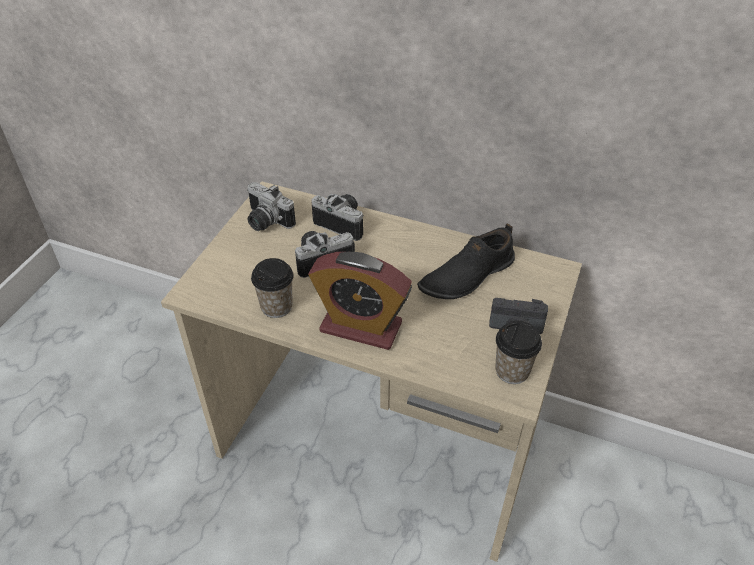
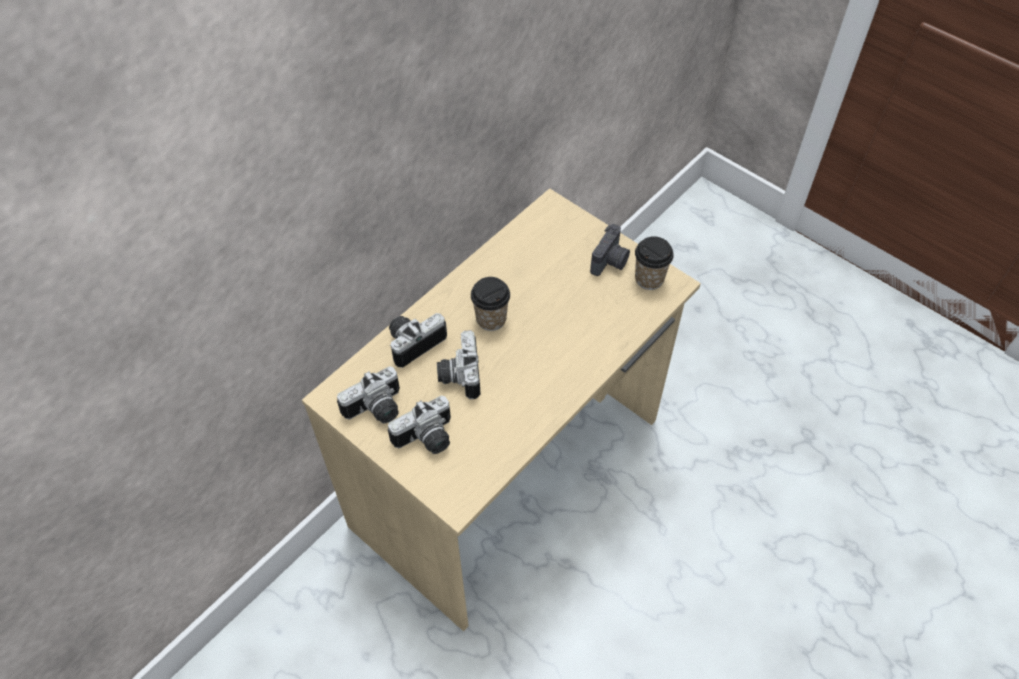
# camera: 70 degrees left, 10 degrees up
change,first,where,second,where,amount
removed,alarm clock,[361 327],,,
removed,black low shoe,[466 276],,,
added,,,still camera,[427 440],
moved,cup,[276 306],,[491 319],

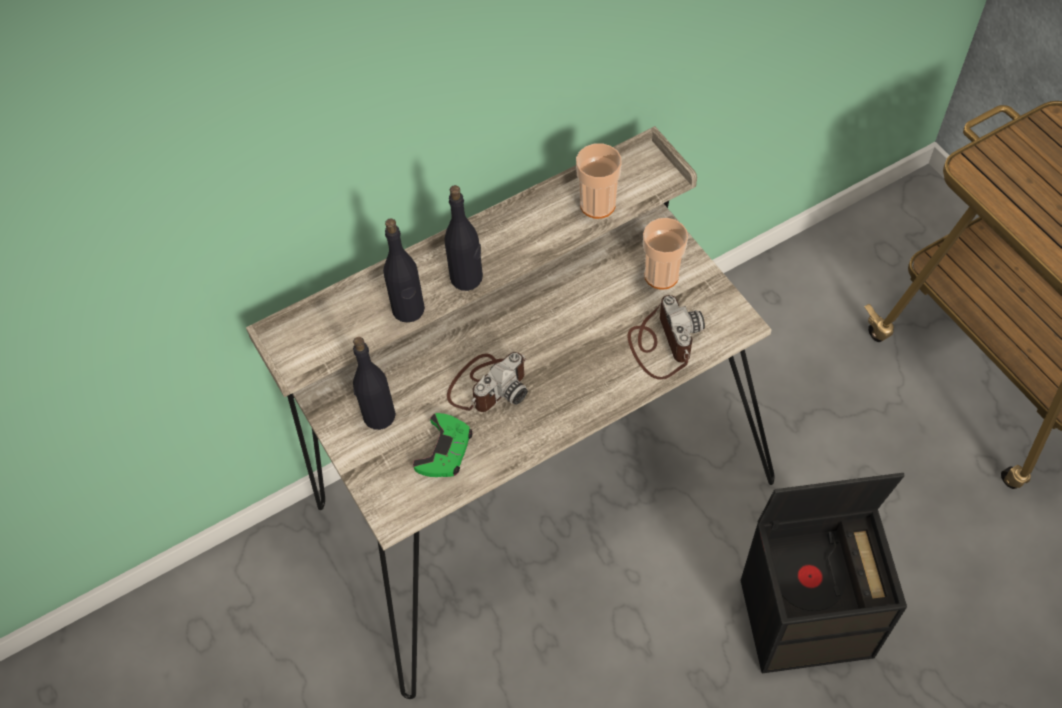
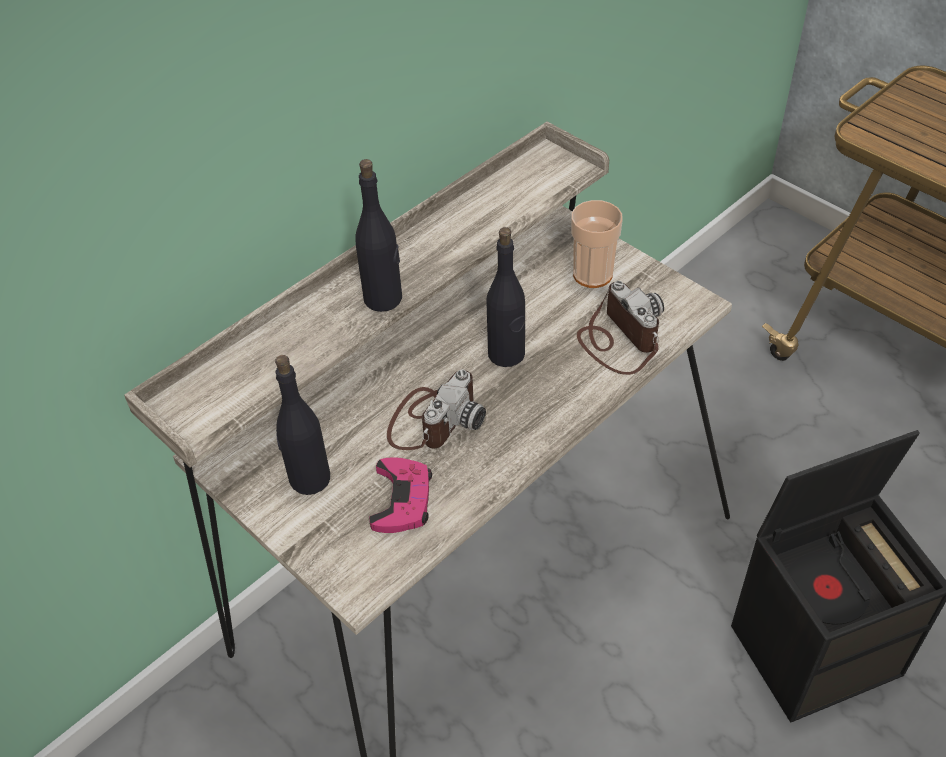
# camera: 15 degrees left, 10 degrees down
change,first,where,second,where,amount
removed,cup,[597 205],,,
moved,black beverage bottle,[408 310],,[506 354],
recoloured,greenish gamepad,[444 450],pink gamepad,[402 500],

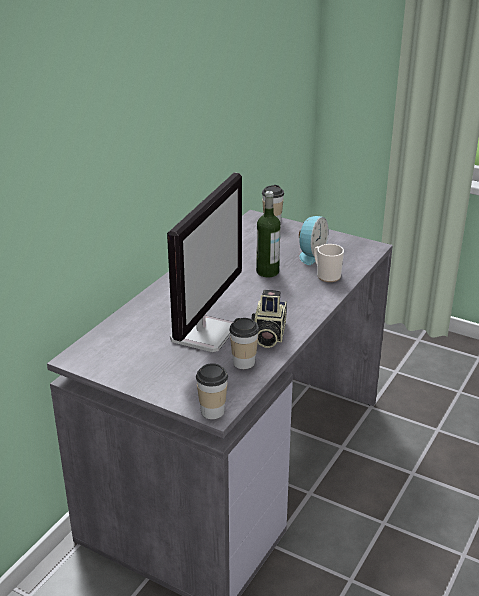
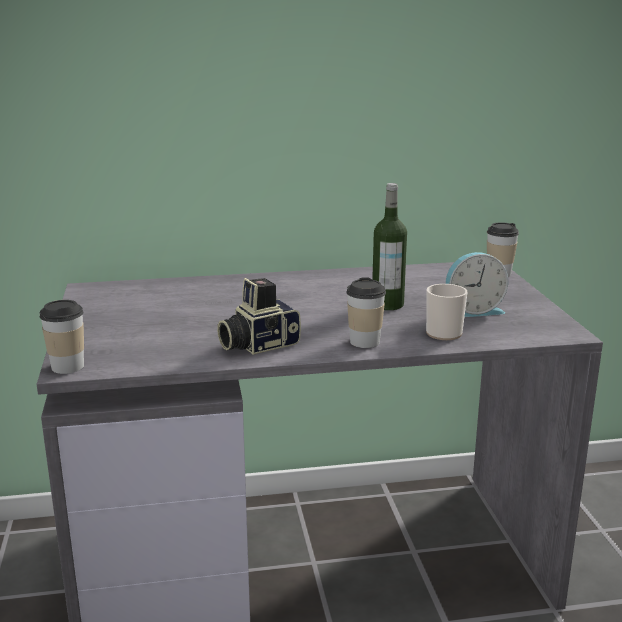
# camera: 50 degrees right, 10 degrees down
change,first,where,second,where,amount
removed,monitor,[203 333],,,
moved,cup,[244 362],,[364 342],

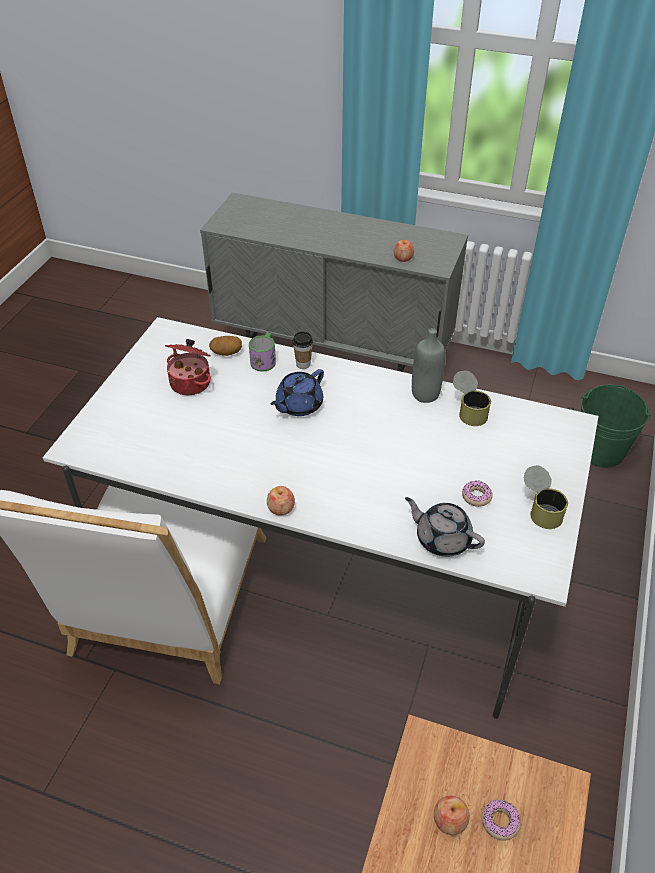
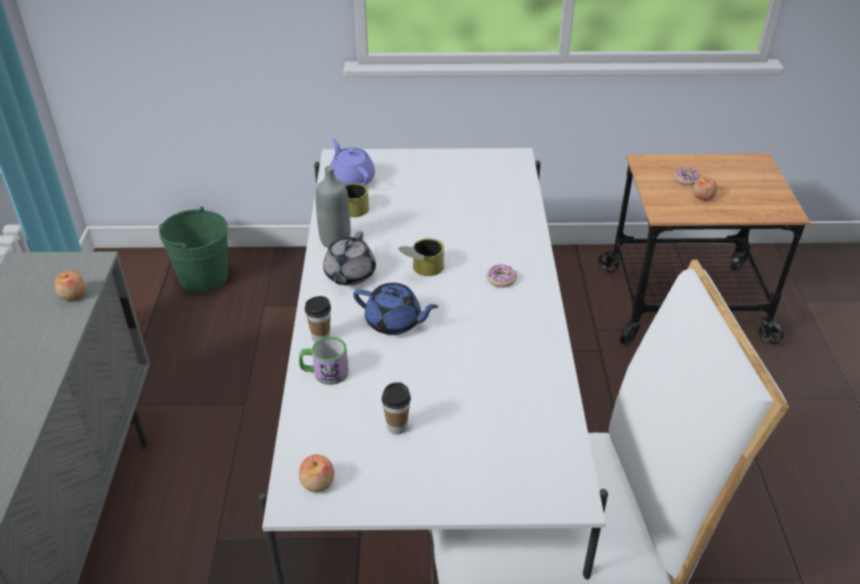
# camera: 110 degrees left, 5 degrees down
change,first,where,second,where,amount
removed,spud,[226 352],,,
added,,,purplish tea pot,[352 179],
moved,apple fruit,[281 508],,[317 482],
moved,grey tea pot,[442 539],,[349 275],
moved,doughnut,[476 496],,[501 279],
moved,metal can,[540 509],,[421 271],
replaced,stockpot,[191 382],cup,[397 427],

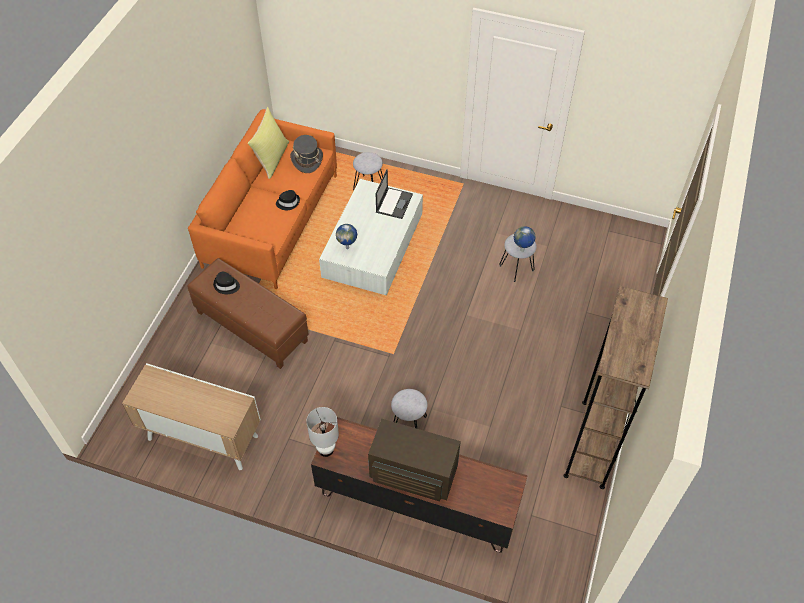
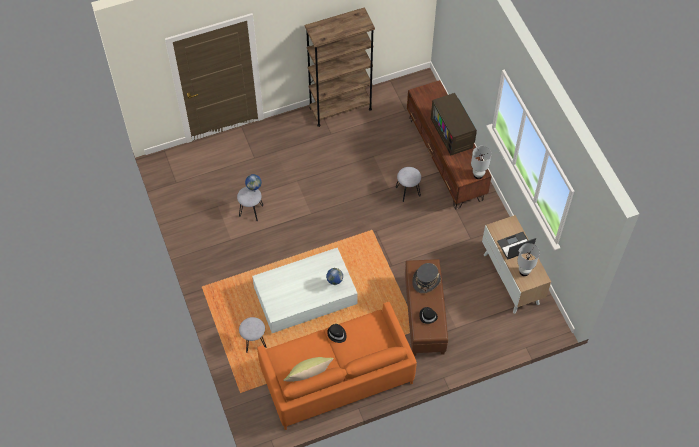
# camera: 130 degrees left, 5 degrees up
change,first,where,second,where,amount
added,,,whitish table lamp,[524 272],
moved,grey wearable hat,[307 160],,[426 281],
moved,notebook computer,[394 203],,[514 246],

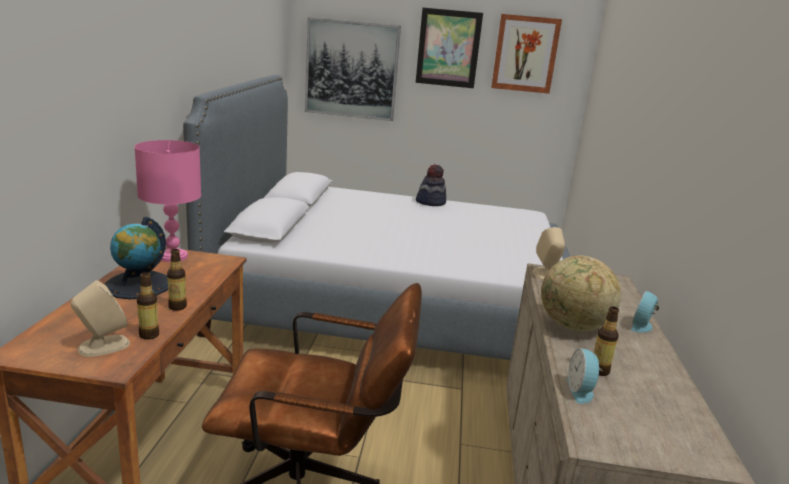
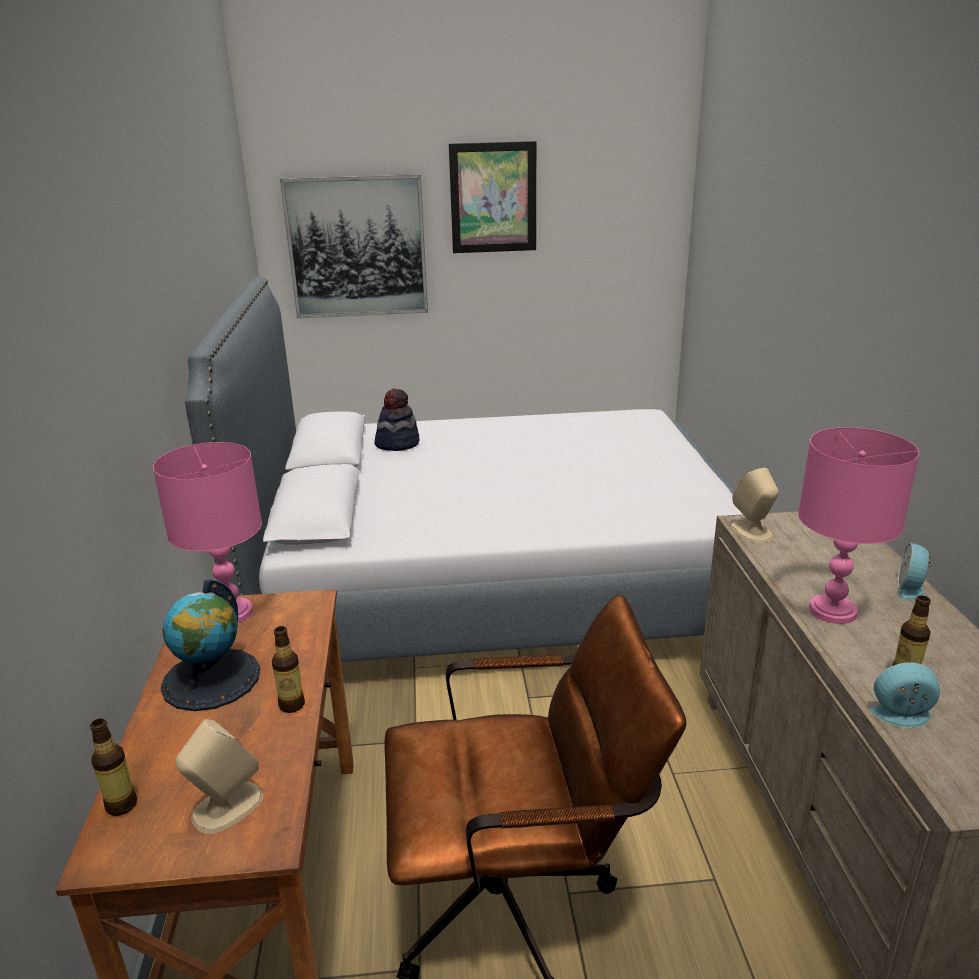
# camera: 10 degrees left, 5 degrees up
change,first,where,second,where,amount
removed,wall picture,[525 54],,,
moved,beverage bottle,[149 335],,[121 805],
moved,wearable hat,[430 202],,[397 443],
replaced,desk globe,[573 327],pink table lamp,[832 611],
turned,alarm clock,[581 391],,[903 717],105 degrees clockwise

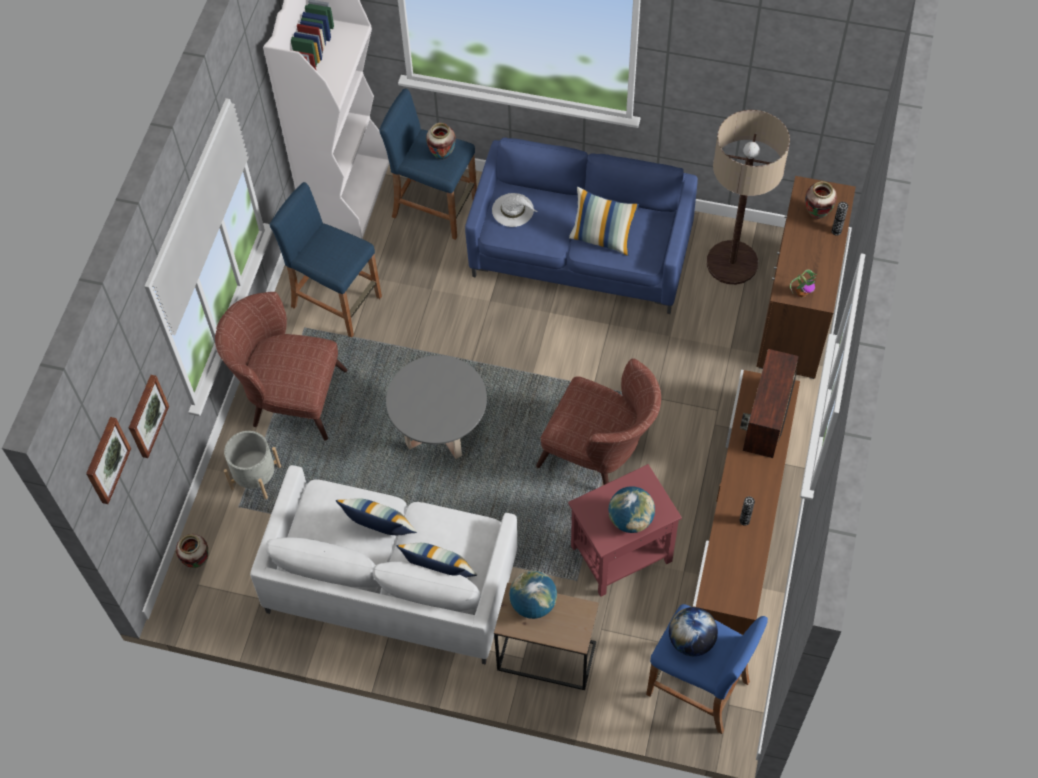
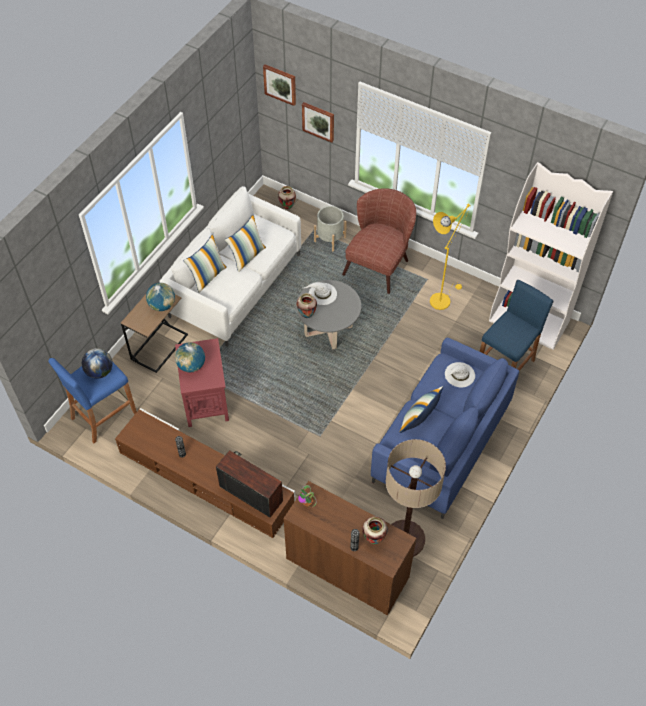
# camera: 105 degrees right, 5 degrees down
change,first,where,second,where,amount
removed,brown armchair,[600 453],,,
added,,,whitish wearable hat,[322 294],
moved,decorative vase,[442 156],,[306 315],
replaced,bluish stool seat,[336 302],yellow floor lamp,[442 298],

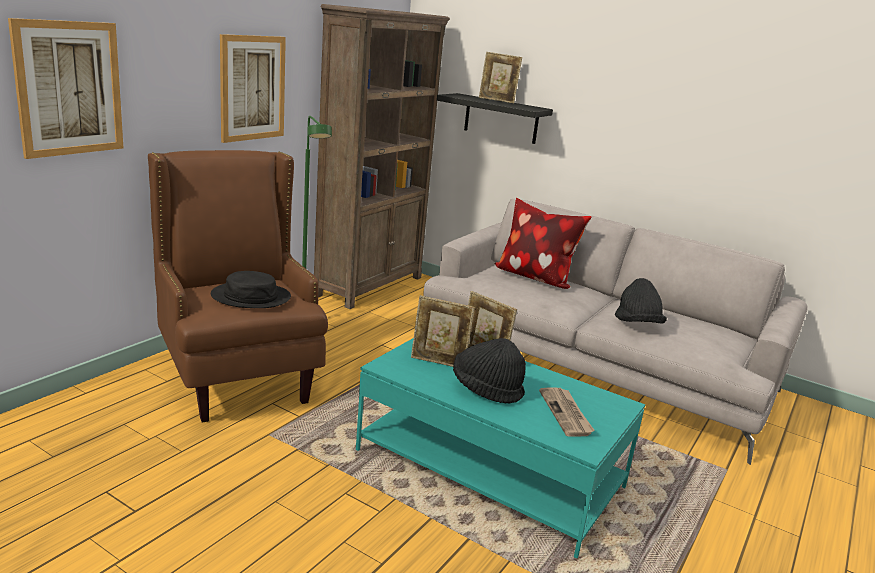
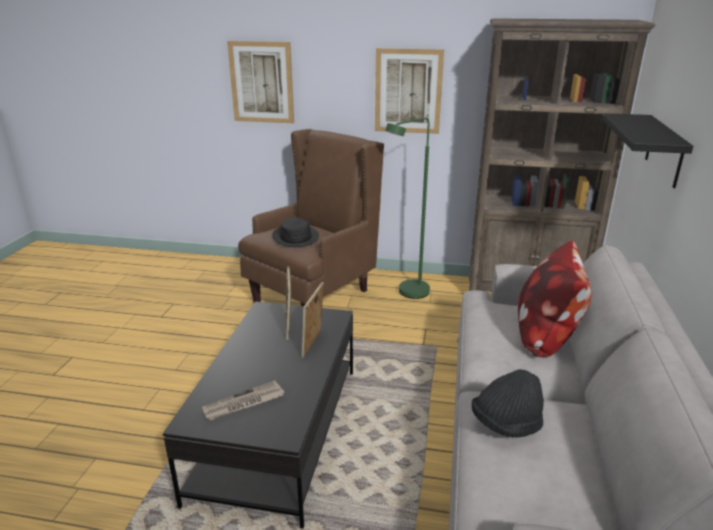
# camera: 70 degrees right, 5 degrees up
change,first,where,second,where,amount
removed,black wearable hat,[486 389],,,
removed,standing frame,[497 100],,,
recoloured,blue-green low table,[489 469],black low table,[278 431],

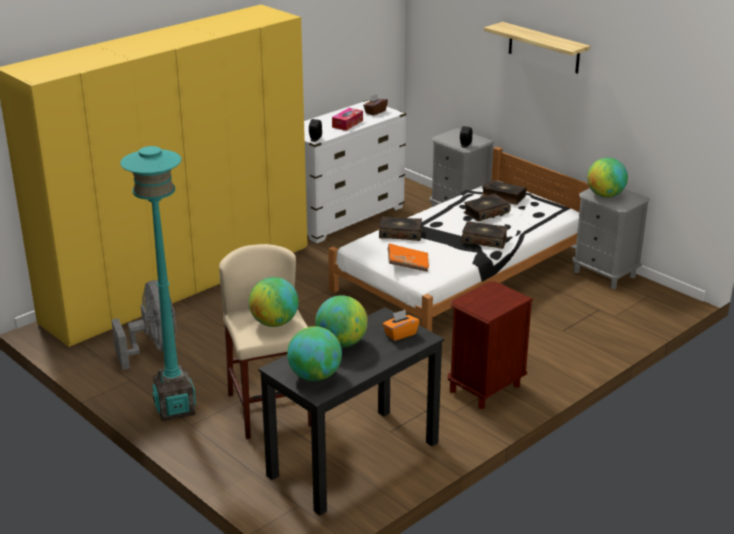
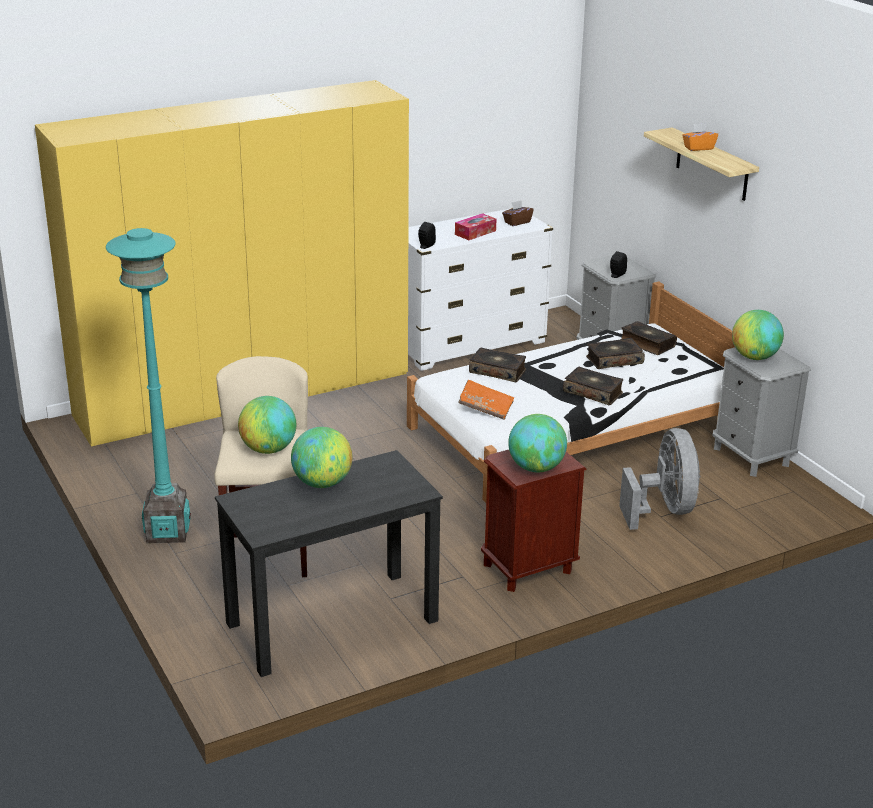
# camera: 15 degrees right, 0 degrees up
change,first,where,second,where,amount
moved,grey electric fan,[153 349],,[664 510],
moved,desk globe,[315 376],,[536 468],
moved,orange tissue holder,[400 334],,[698 148],

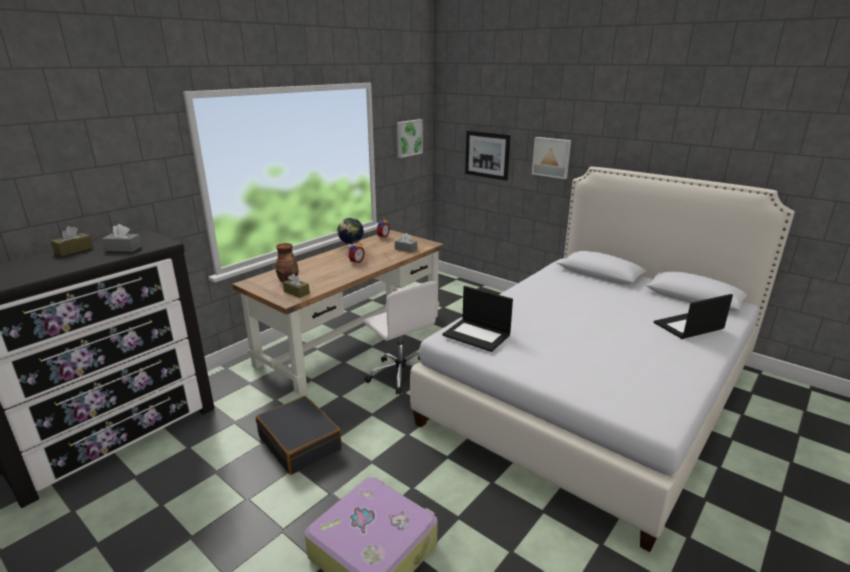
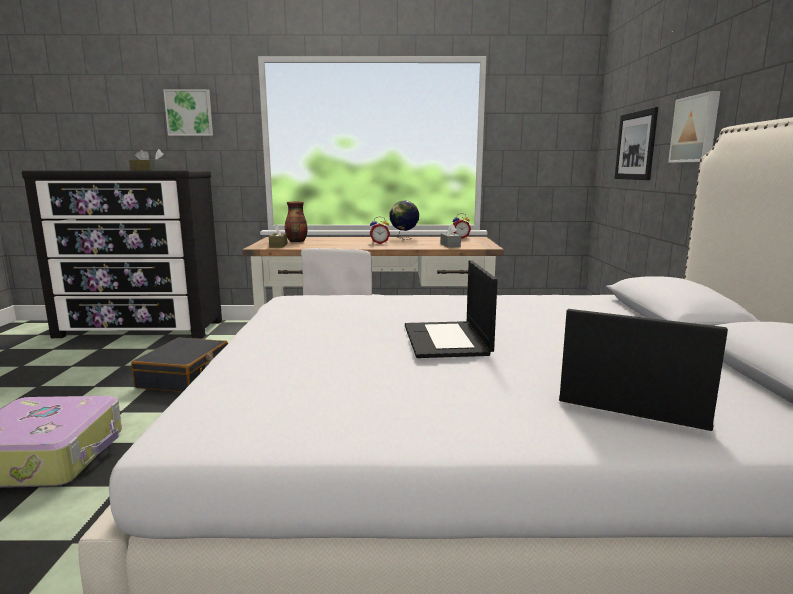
# camera: 50 degrees right, 10 degrees down
change,first,where,second,where,amount
moved,wall picture,[408 138],,[189 113],
moved,notebook computer,[477 335],,[447 340],

